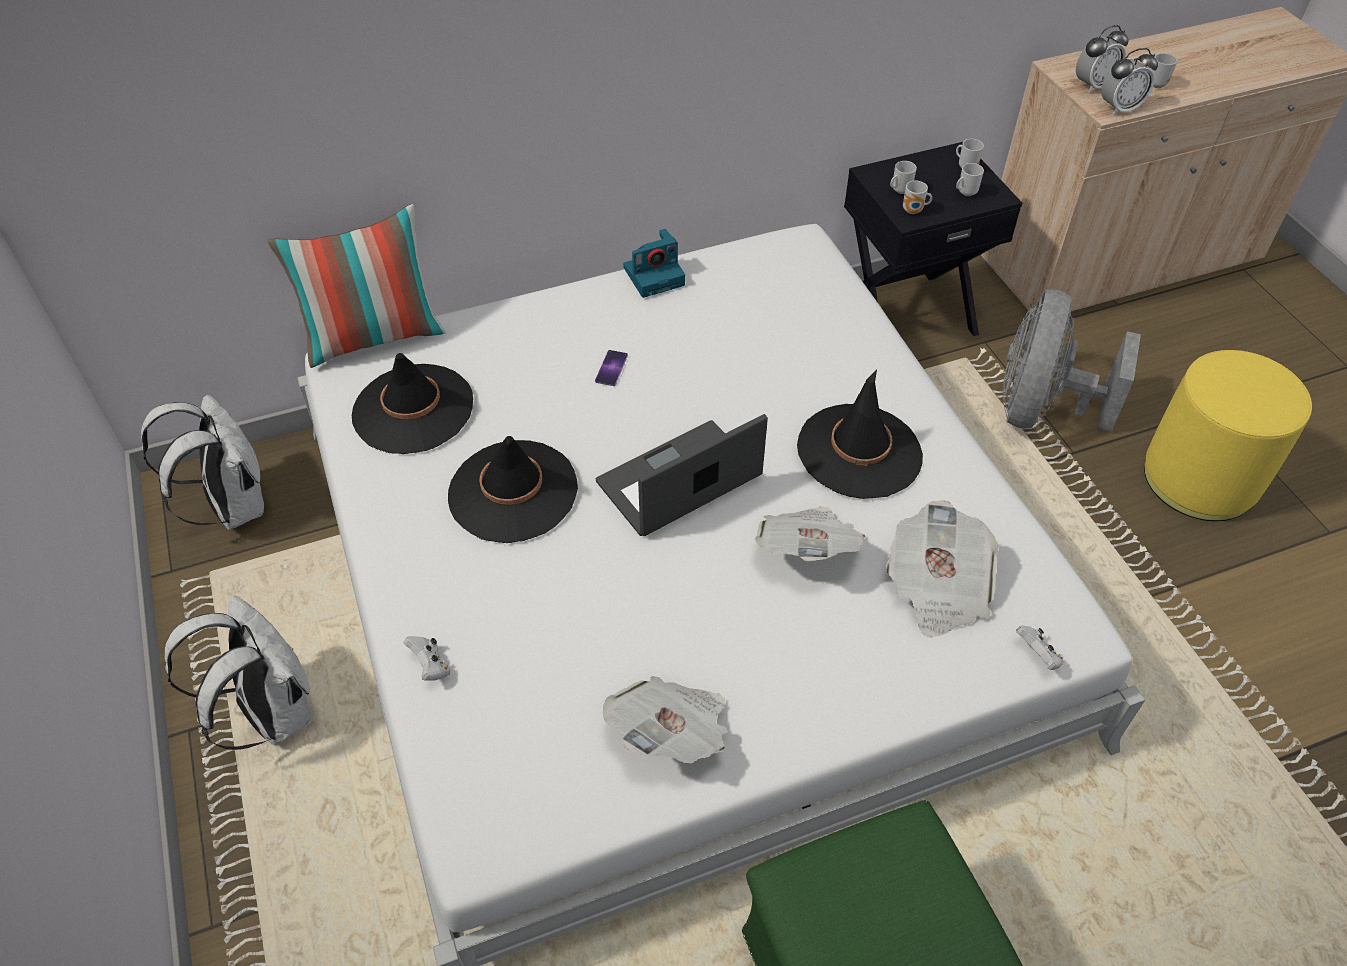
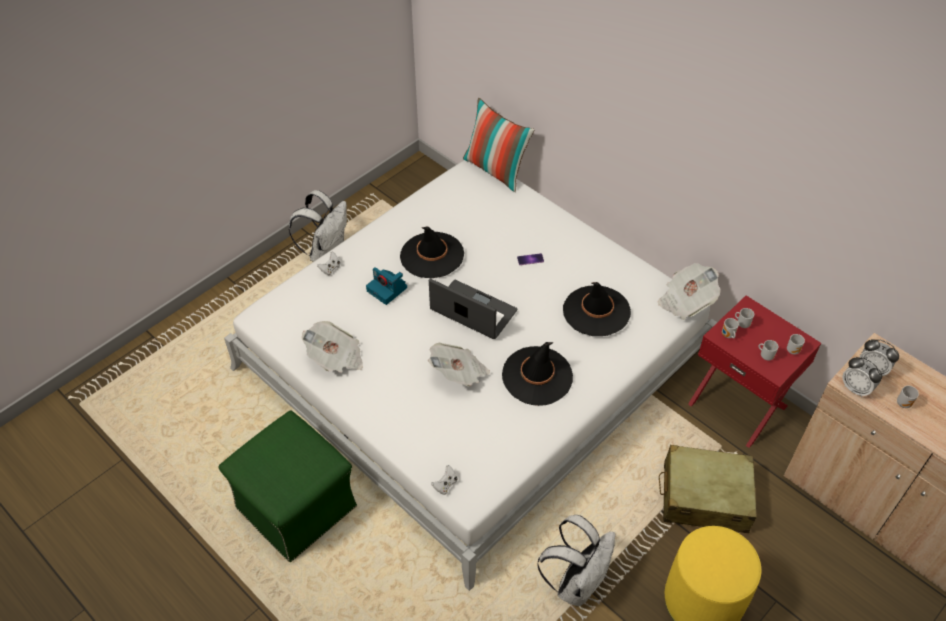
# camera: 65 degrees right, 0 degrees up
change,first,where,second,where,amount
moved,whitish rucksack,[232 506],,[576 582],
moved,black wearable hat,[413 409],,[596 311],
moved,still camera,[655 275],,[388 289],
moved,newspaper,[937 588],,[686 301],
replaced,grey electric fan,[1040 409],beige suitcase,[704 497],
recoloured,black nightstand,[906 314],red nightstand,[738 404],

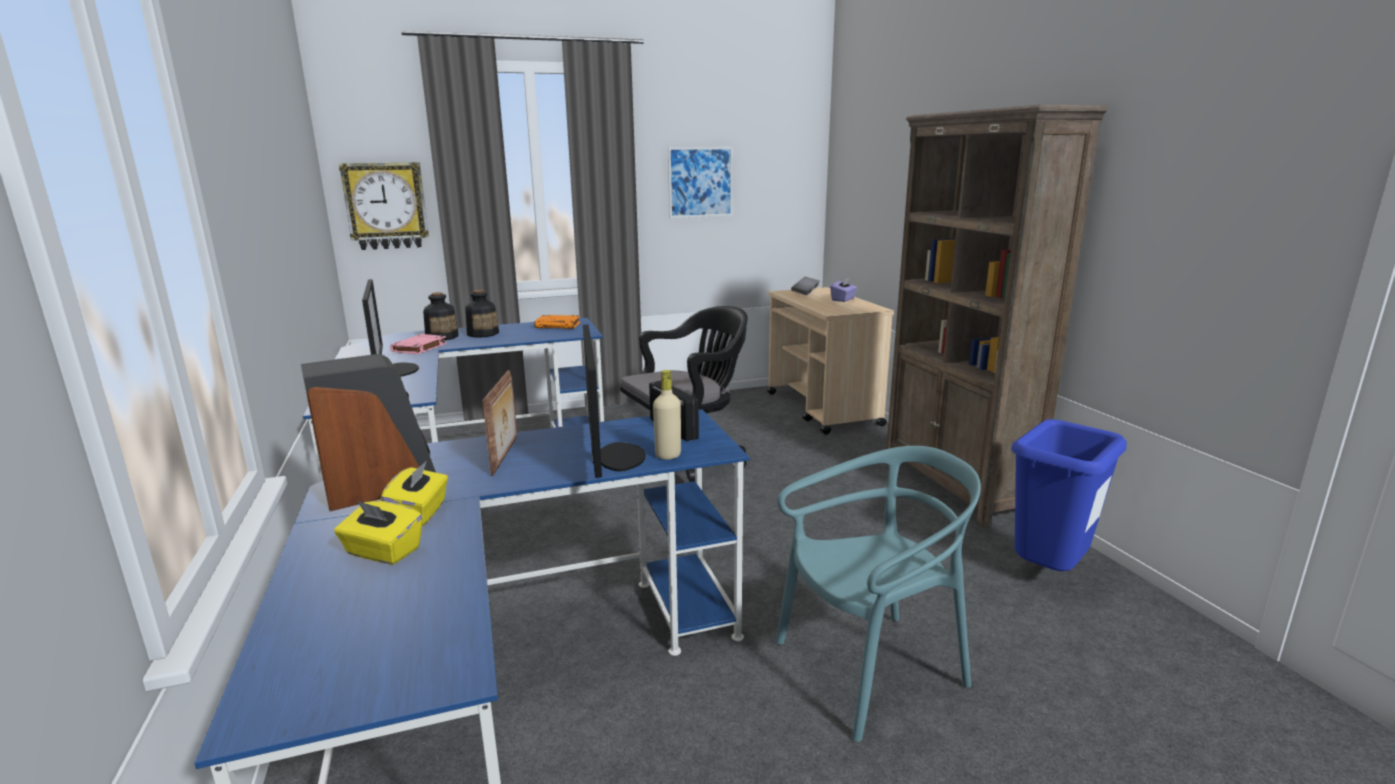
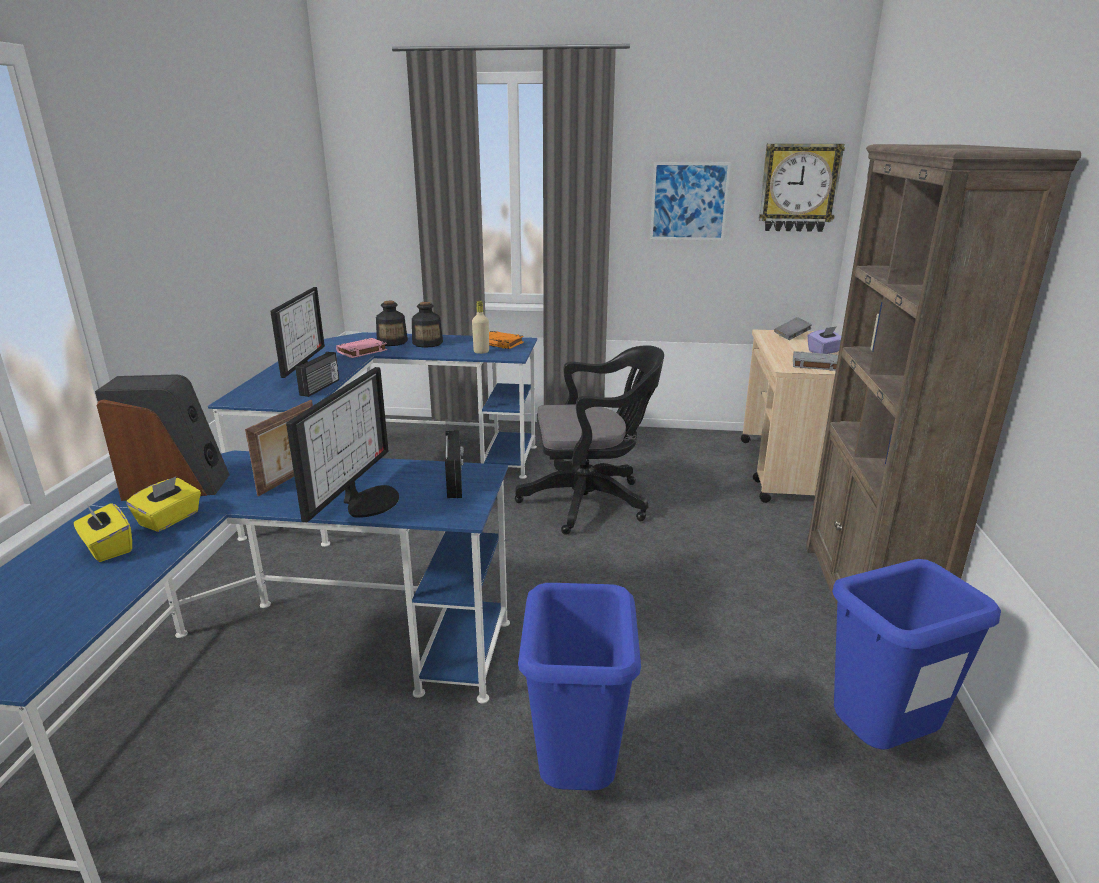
# camera: 25 degrees right, 5 degrees up
change,first,where,second,where,amount
added,,,radio,[321 387],
added,,,grey bound book,[814 364],
moved,clock on the wall,[386 206],,[798 188],
moved,beige beverage bottle,[668 455],,[481 352],
replaced,blue-green plain chair,[870 669],bluish waste bin,[576 778],

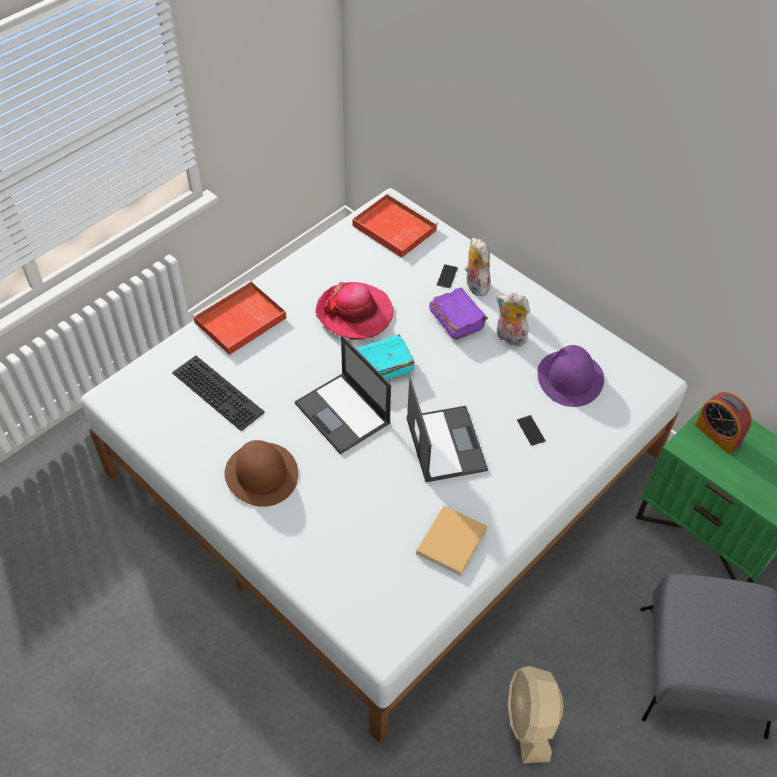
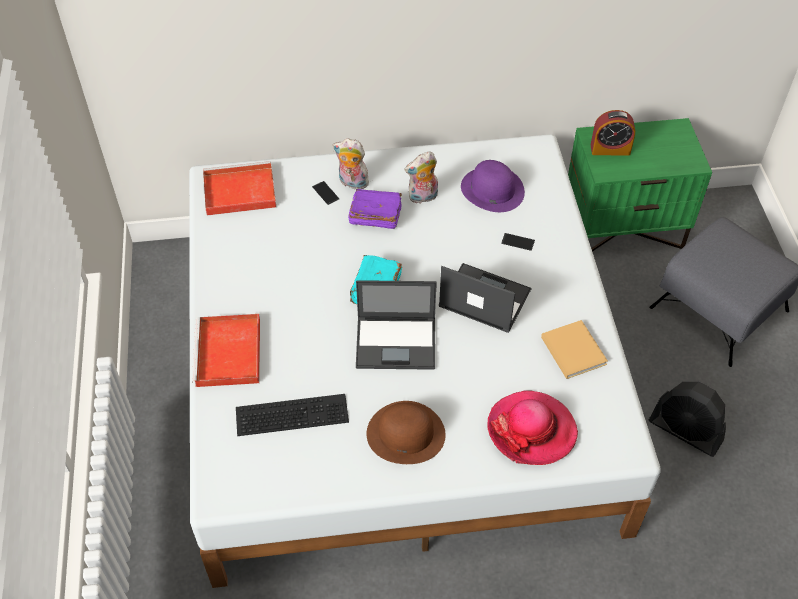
# camera: 50 degrees left, 0 degrees up
change,first,where,second,where,amount
moved,wearable hat,[354 313],,[531 430],
recoloured,beige electric fan,[530 721],black electric fan,[685 431],

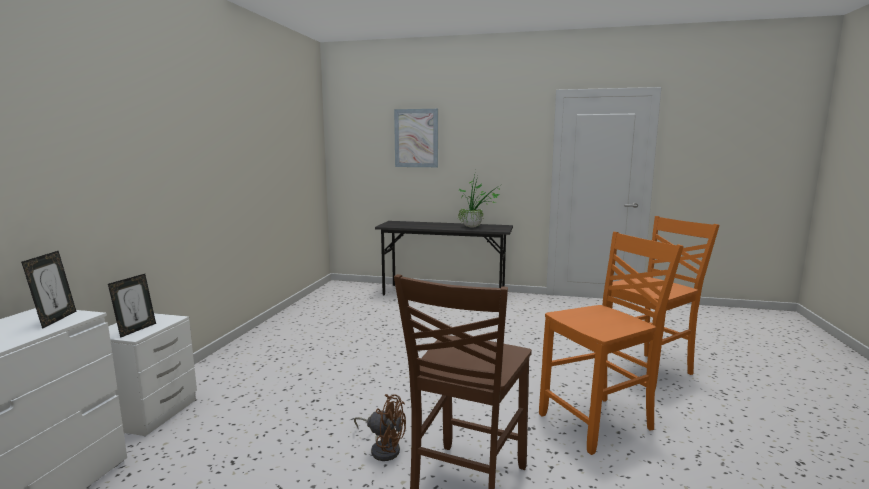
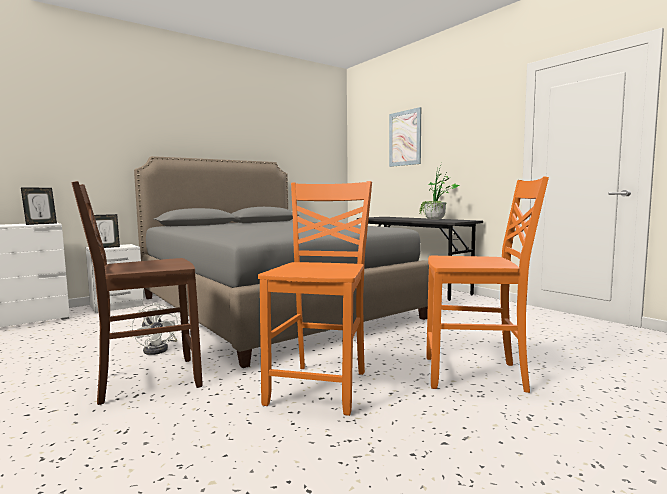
# camera: 40 degrees right, 5 degrees down
change,first,where,second,where,amount
added,,,grey sleeping bed,[271 307],
recoloured,brown electric fan,[383 448],whitish electric fan,[159 349],
turned,orange plain chair,[599 423],,[321 387],90 degrees counterclockwise

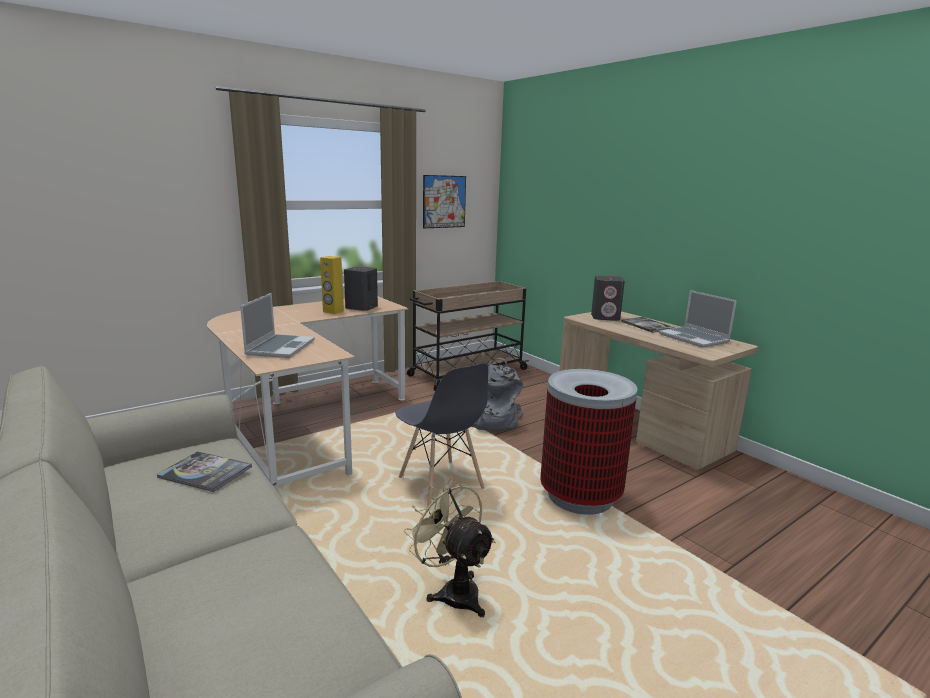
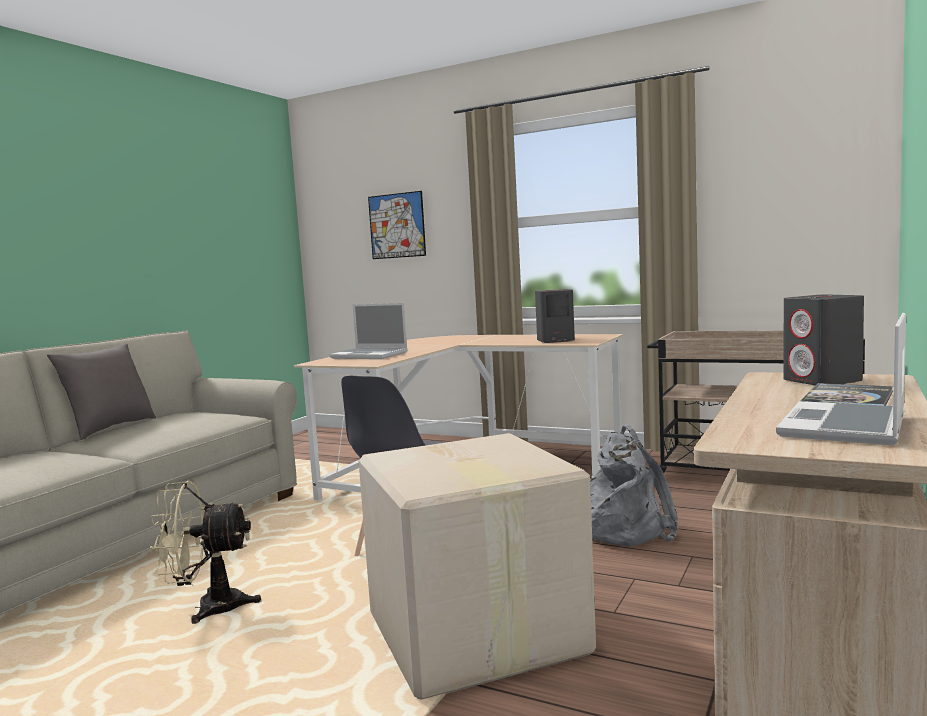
# camera: 65 degrees right, 10 degrees down
change,first,where,second,where,amount
removed,bound book,[205 472],,,
removed,yellow audio speaker,[333 311],,,
added,,,grey pillow,[109 429],
moved,wall picture,[444 201],,[397 225],
replaced,waste bin,[580 497],carton,[474 635],
turned,notebook computer,[280 347],,[370 355],45 degrees clockwise
turned,beige electric fan,[453 591],,[208 608],120 degrees counterclockwise

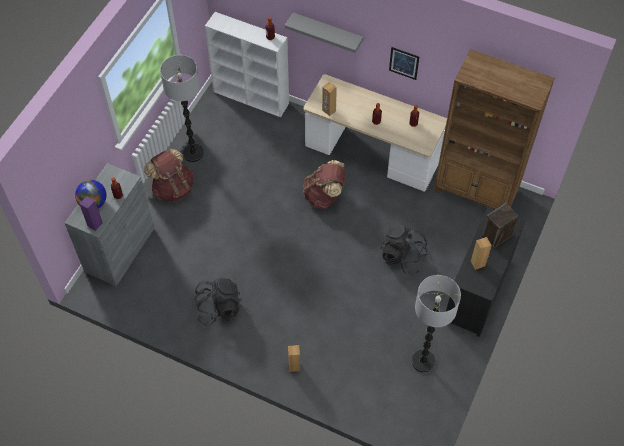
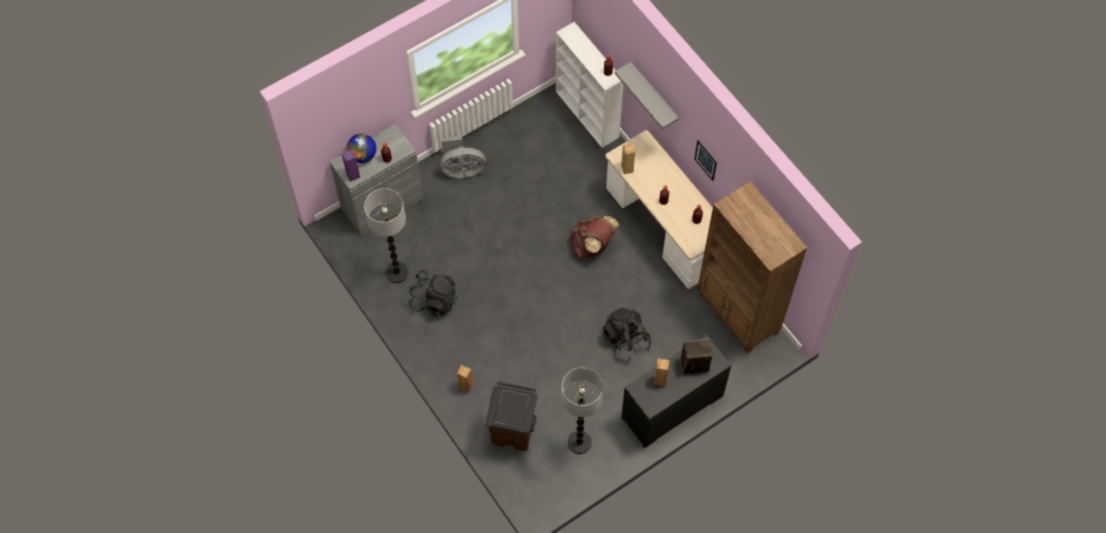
# camera: 30 degrees right, 5 degrees up
change,first,where,second,where,amount
added,,,brown waste bin,[513 431],
moved,floor lamp,[193 153],,[397 273],
replaced,brown rucksack,[173 188],grey electric fan,[461 169],

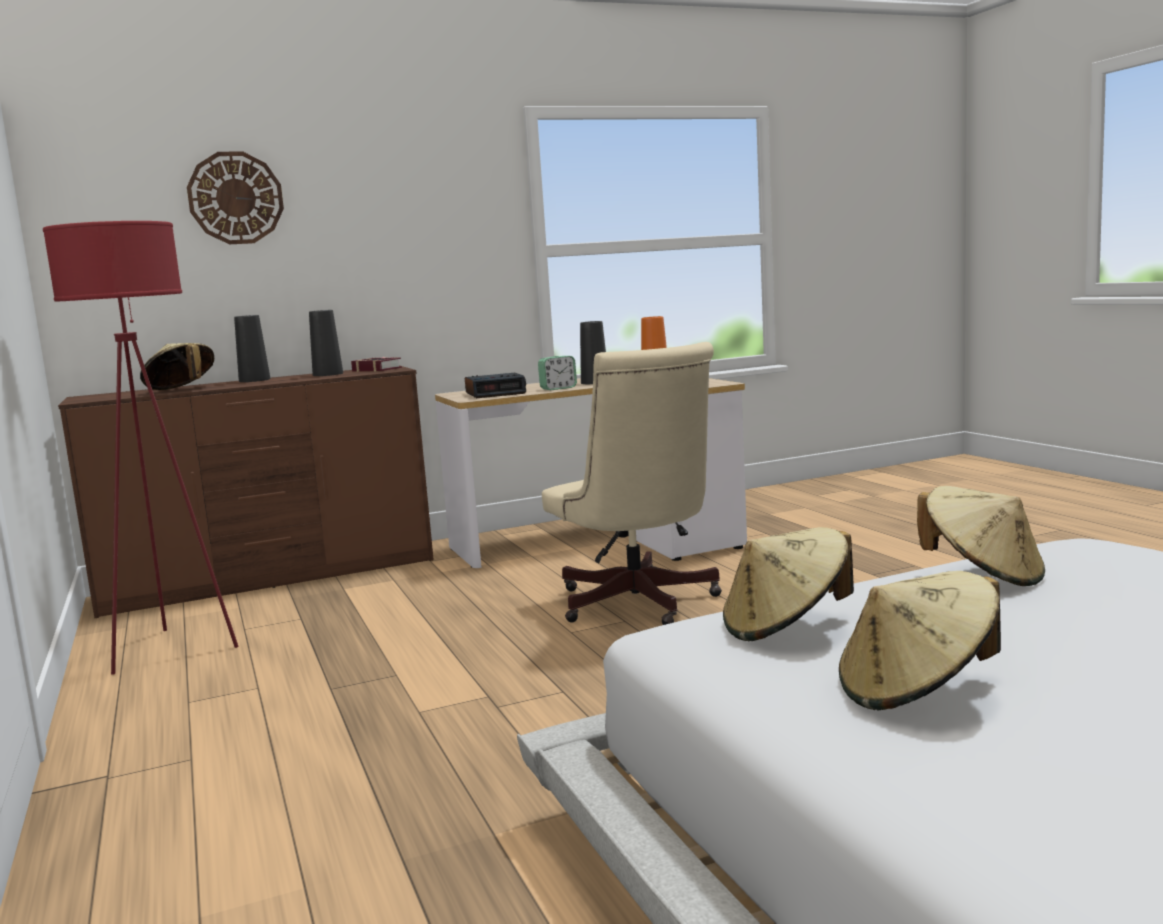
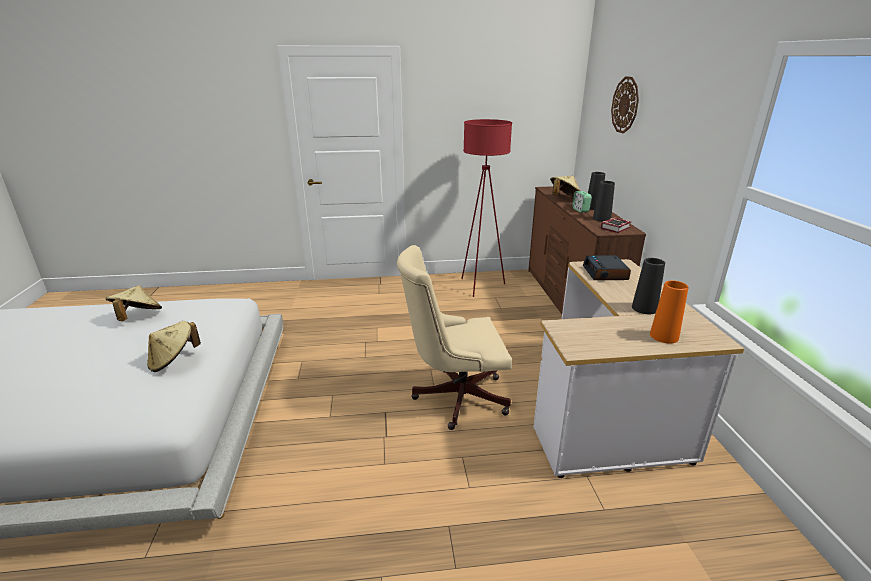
# camera: 105 degrees right, 15 degrees up
change,first,where,second,where,amount
removed,beige wearable hat,[786 626],,,
moved,alarm clock,[558 388],,[580 210],

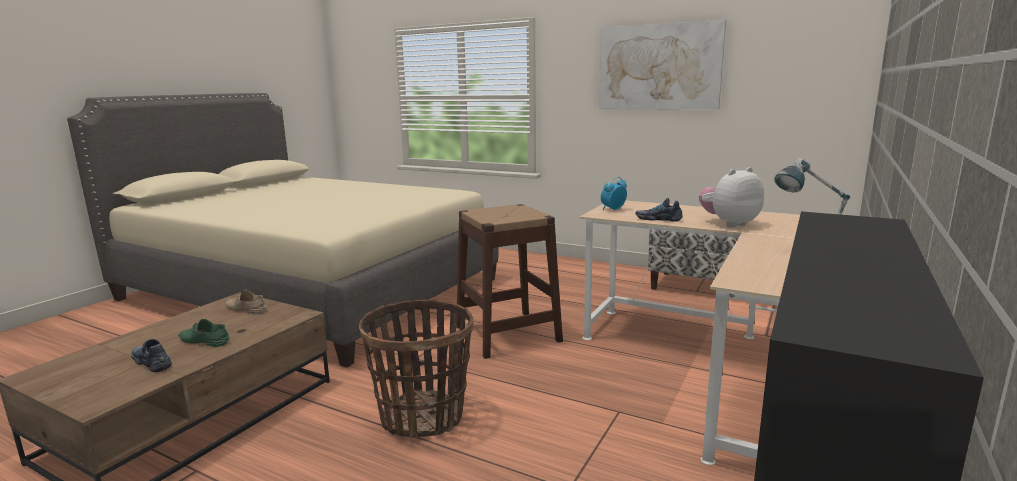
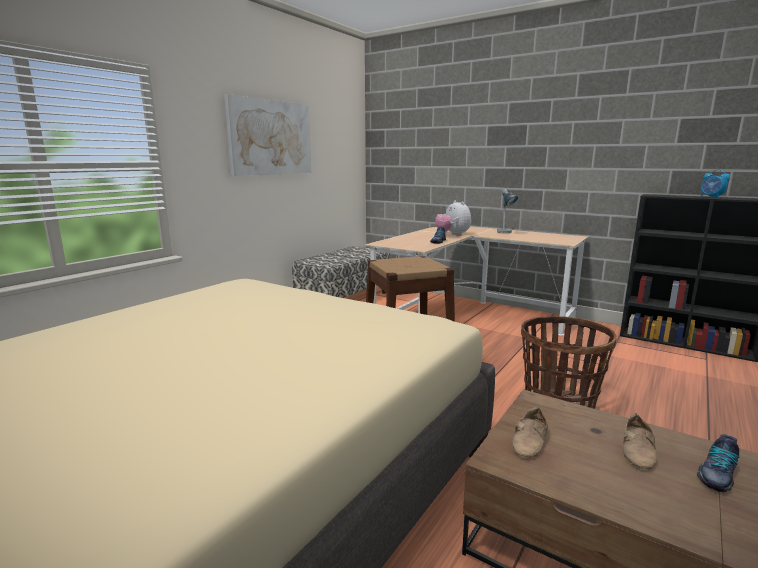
# camera: 85 degrees left, 0 degrees up
change,first,where,second,where,amount
moved,alarm clock,[612 209],,[711 197],
recoloured,greenish low shoe,[203 341],beige low shoe,[639 451],

